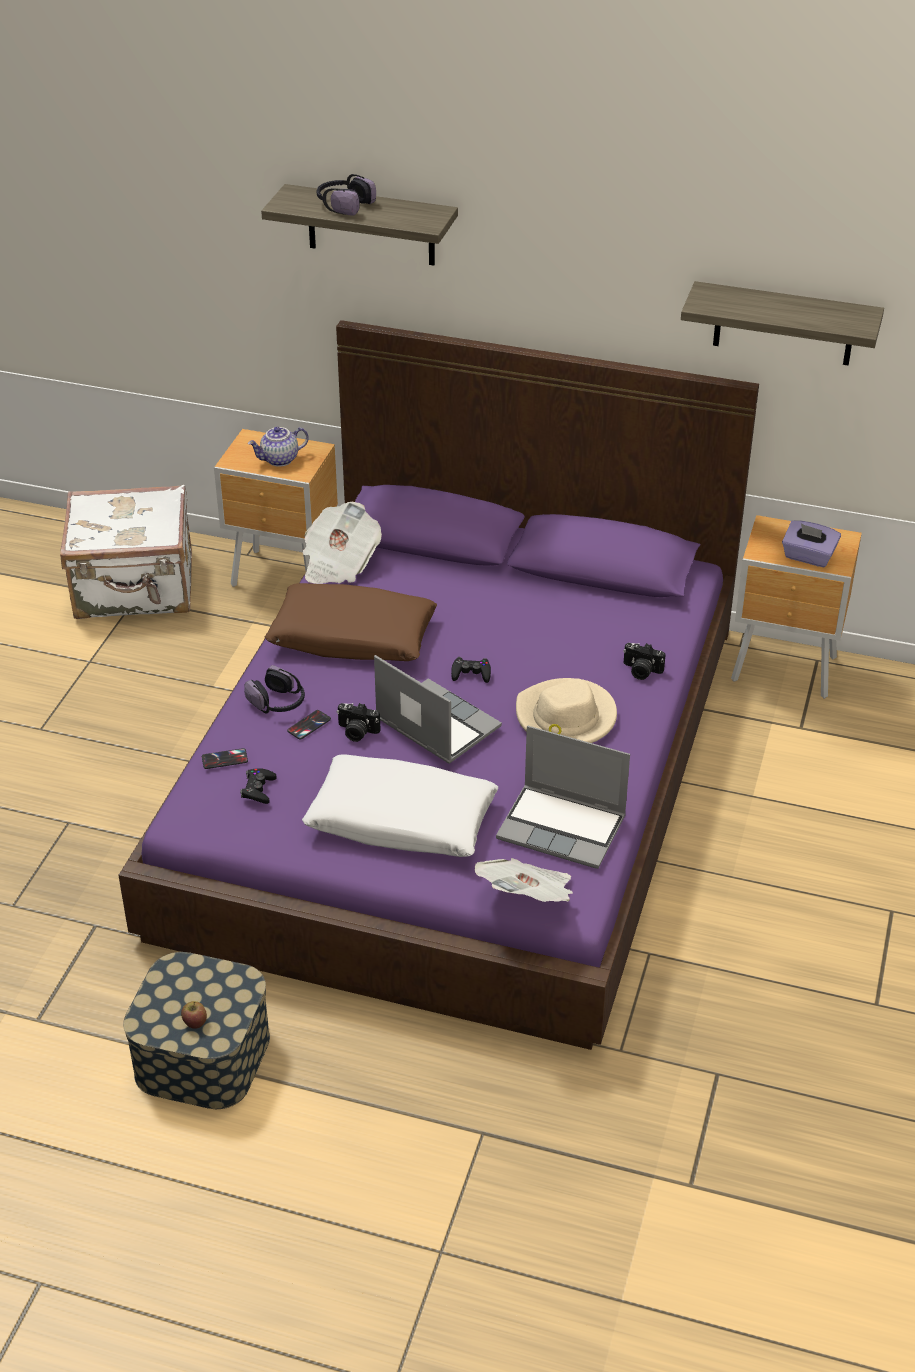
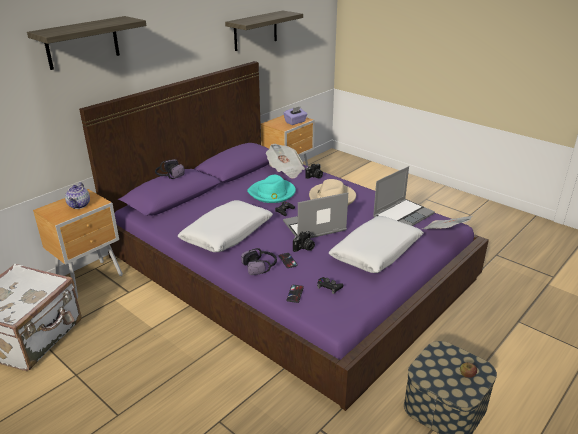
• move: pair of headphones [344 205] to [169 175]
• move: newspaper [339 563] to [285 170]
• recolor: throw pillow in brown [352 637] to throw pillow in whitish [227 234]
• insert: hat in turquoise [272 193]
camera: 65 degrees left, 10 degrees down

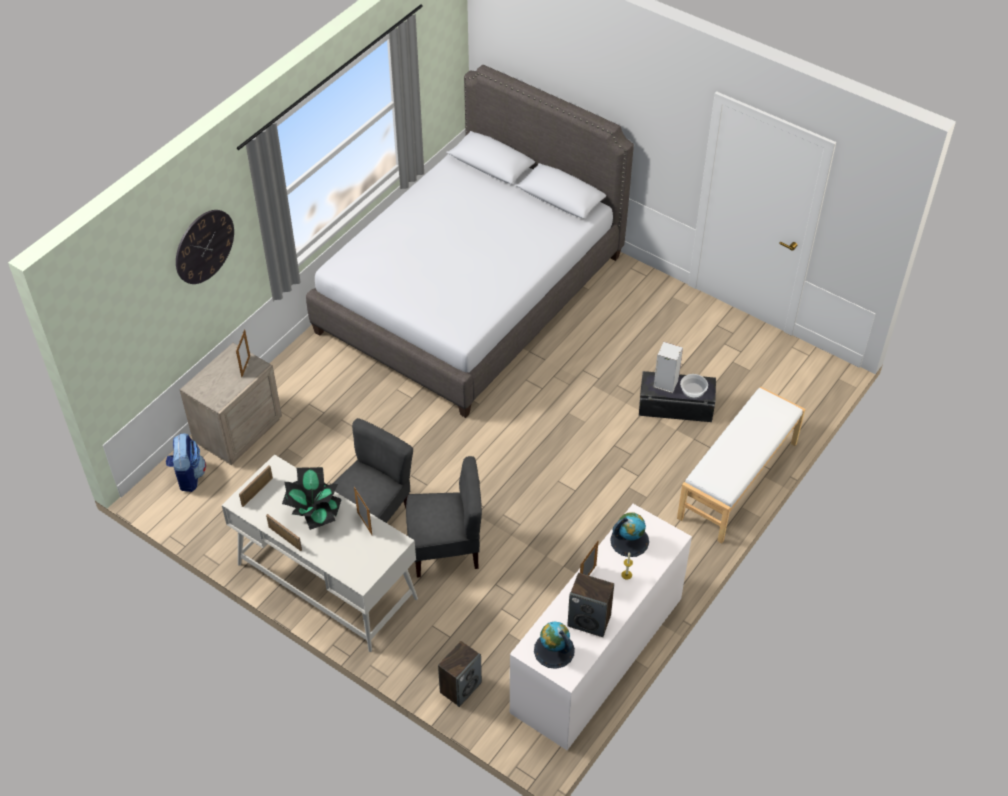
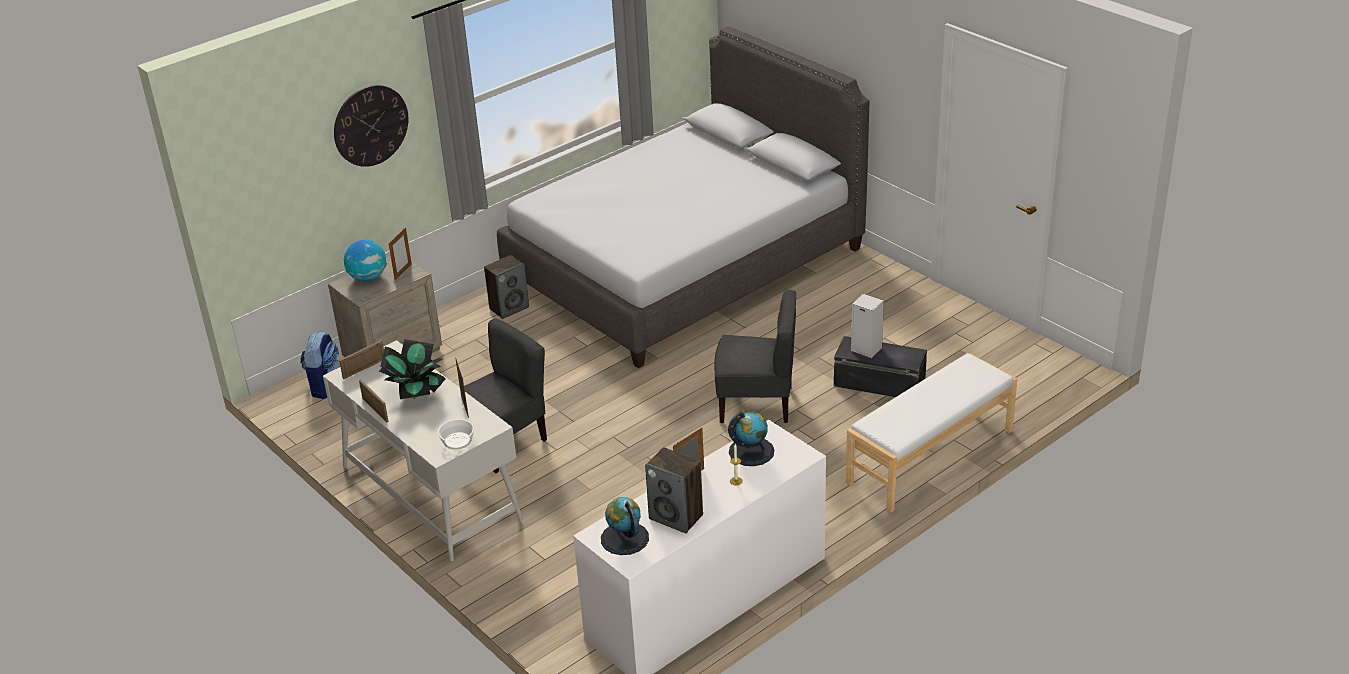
• move: bowl [693 390] to [457 440]
• move: chair in gray [445 549] to [756 404]
• move: audio speaker [460 687] to [509 308]
• insert: desk globe [368 278]
camera: 15 degrees right, 15 degrees down

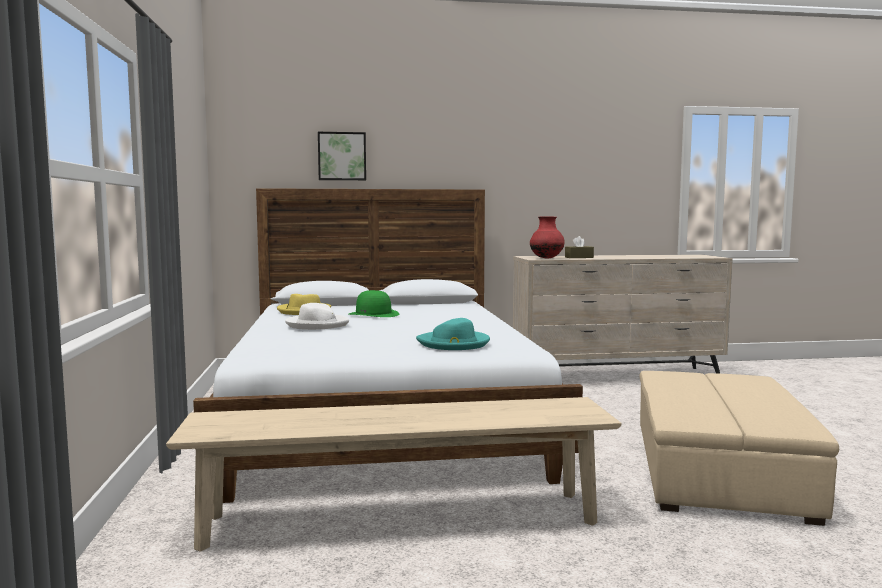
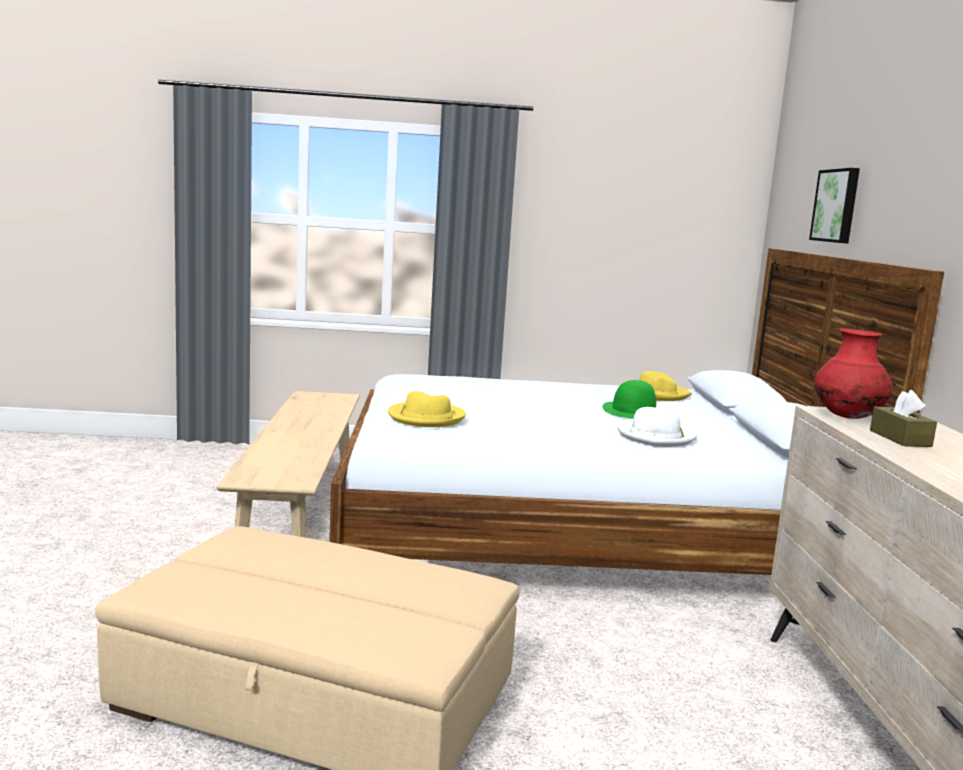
• move: hat in whitish [317 324] to [656 437]
• recolor: hat in turquoise [454 344] to hat in yellowish [426 418]
camera: 95 degrees right, 5 degrees up

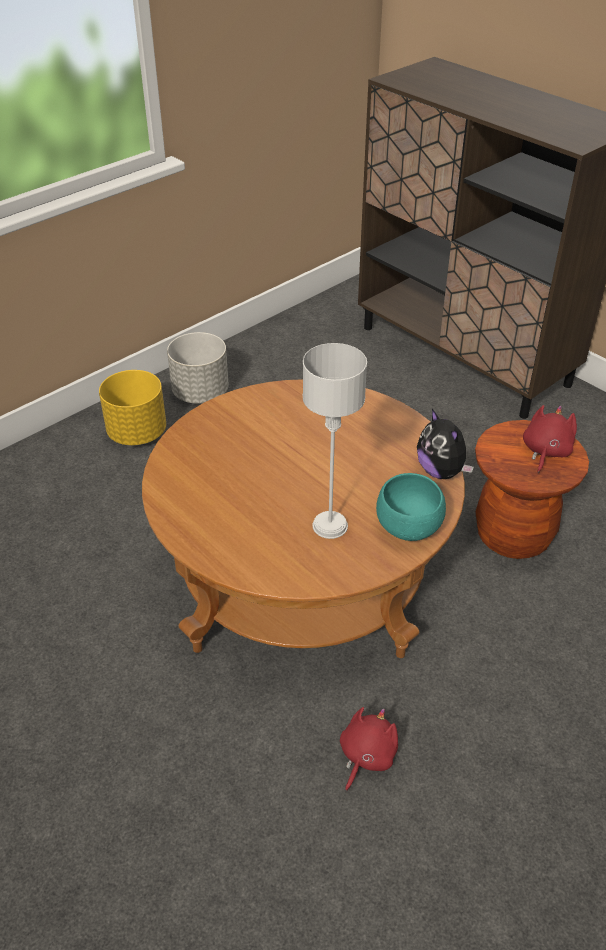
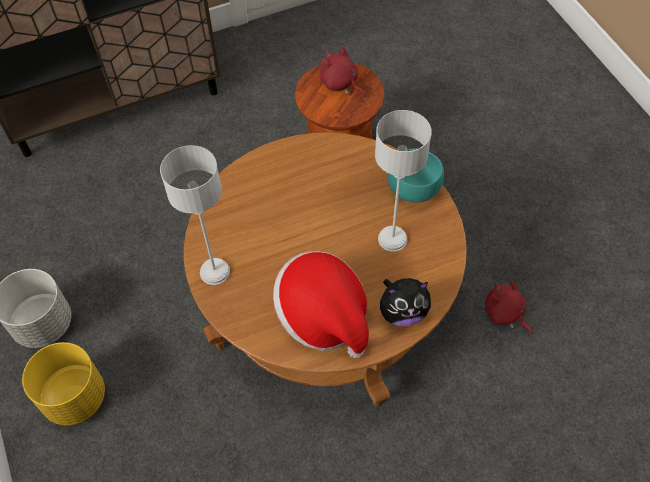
• move: cuddly toy [441 471] to [402 312]
• insert: table lamp in gray [214 272]
• insert: hat [323 316]
camera: 70 degrees left, 15 degrees up

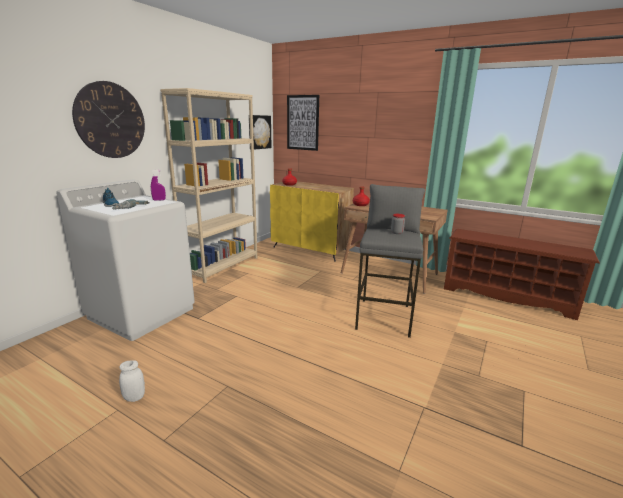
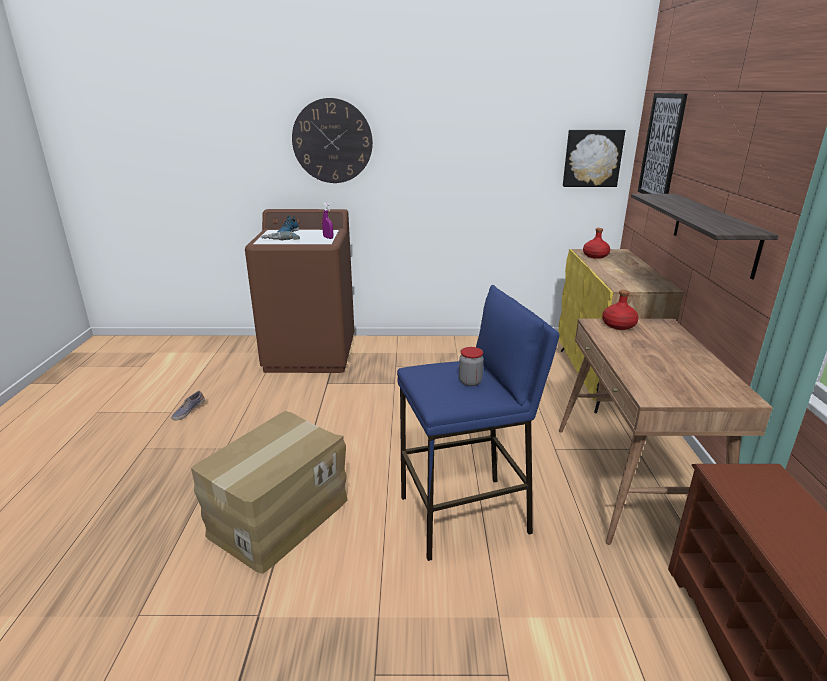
• delete: shelving unit in sand-coloured [222 266]
• recolor: laundry appliance in whitish [142 313] to laundry appliance in brown [311 354]
• recolor: stool seat in gray [384 317] to stool seat in blue-coloured [465 516]
• replace: preserve jar in whitish [134 397] to shoe [188 411]
• insert: bracket shelf [714 232]
• insert: carton [278 516]
camera: 60 degrees right, 5 degrees up

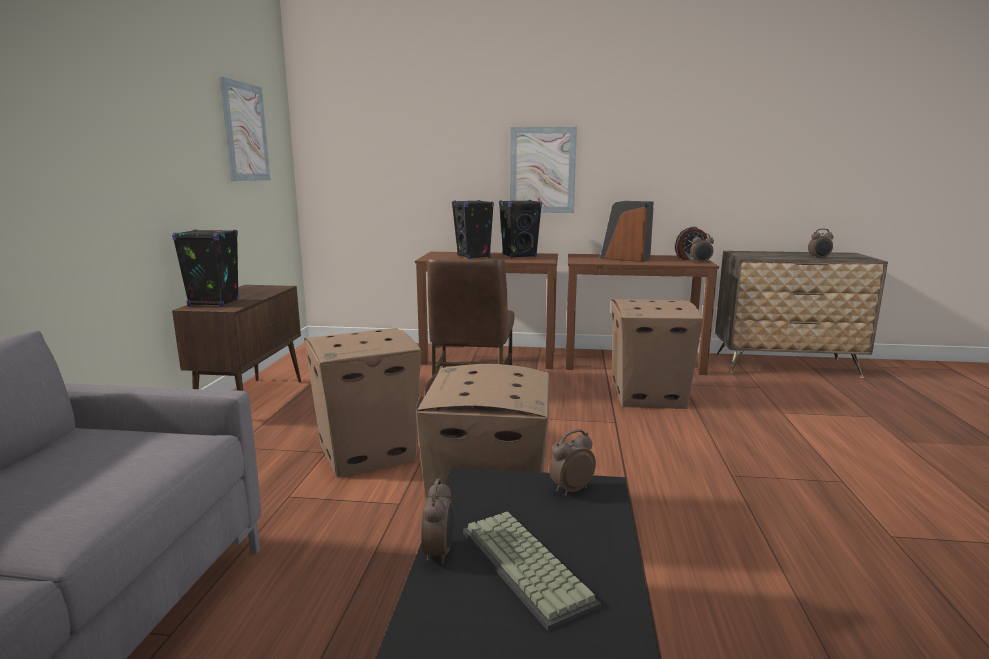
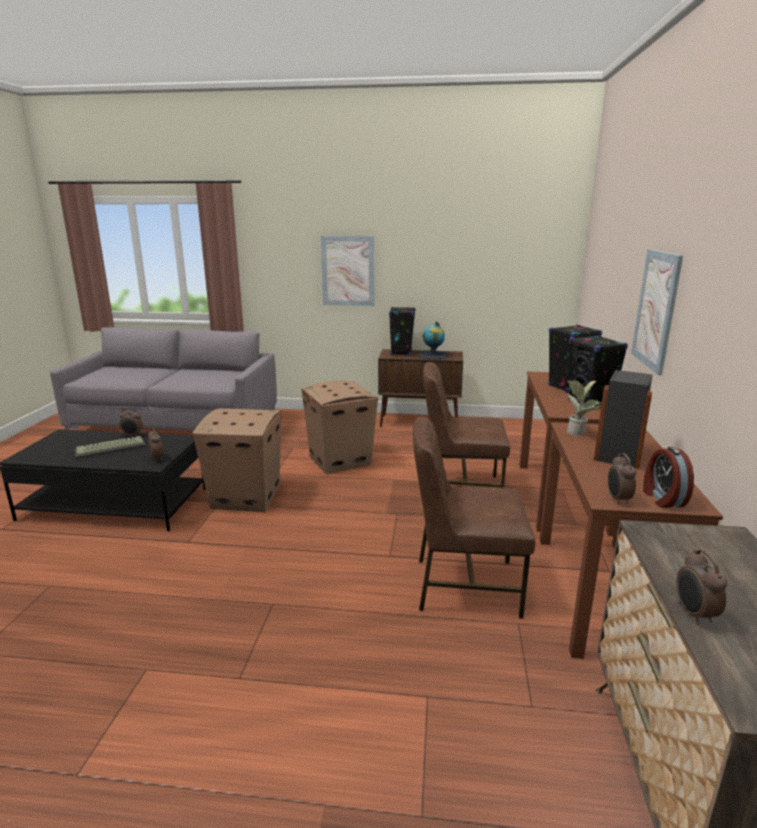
• move: wall art [245 132] to [348 271]
• replace: carton [646 396] to chair in brown [464 585]
• insert: desk globe [433 355]
• insert: plant in a pot [579 432]
camera: 90 degrees right, 5 degrees up

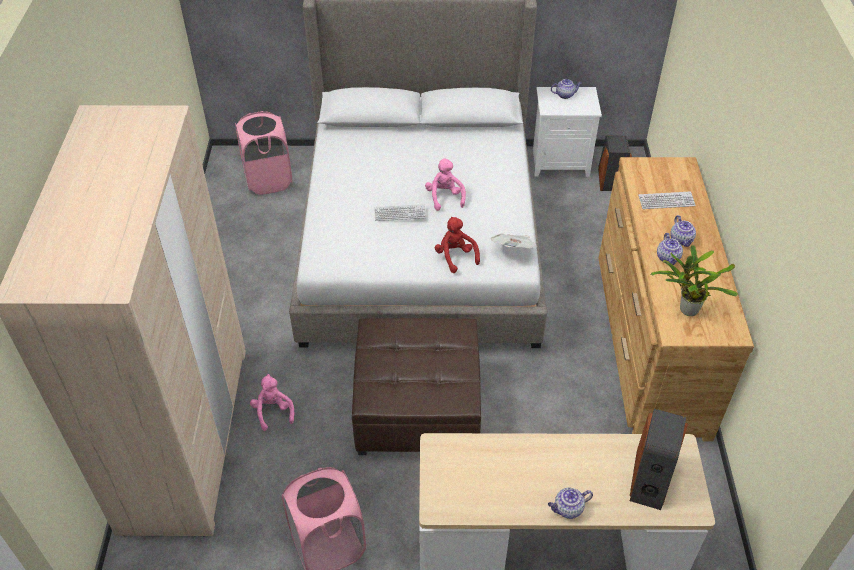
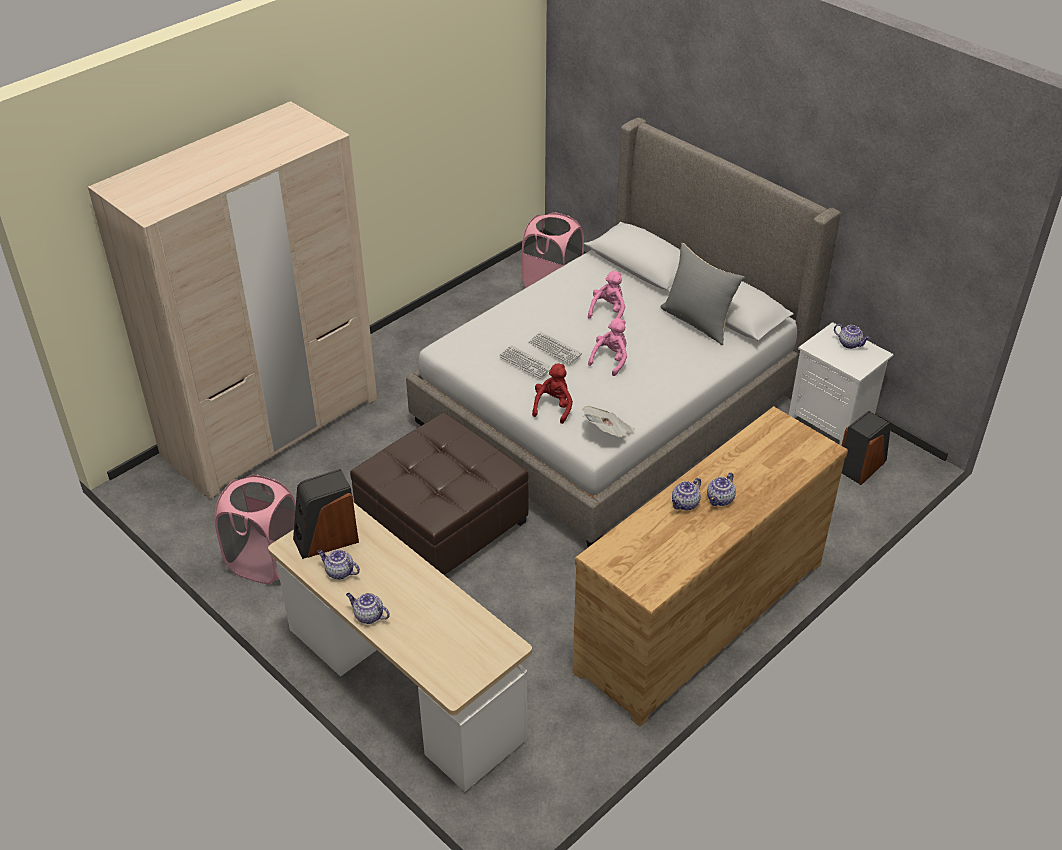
• move: PC keyboard [666 201] to [525 363]
• delete: plant in a pot [685 309]
• move: cuddly toy in pink-coloured [273 411] to [608 312]
• move: audio speaker [650 479] to [326 539]
• insert: throw pillow in gray [698 321]
• insert: teapot [339 572]
camera: 45 degrees right, 5 degrees down

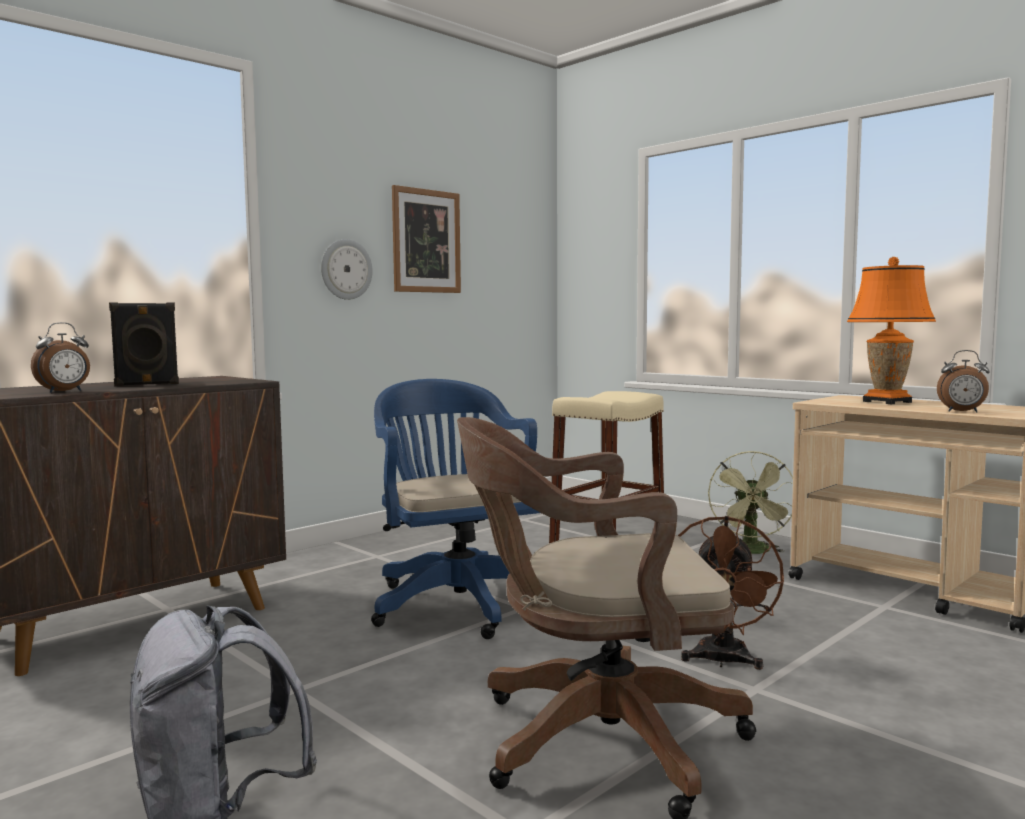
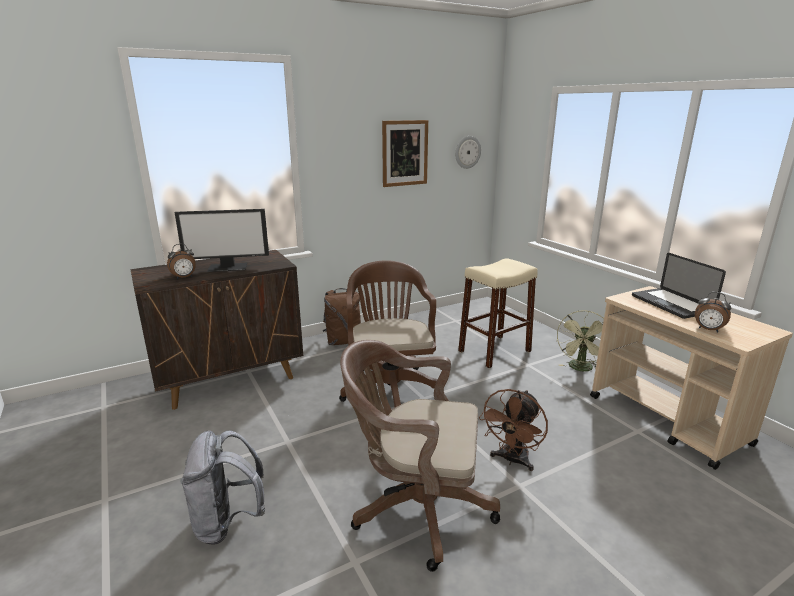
• move: wall clock [346 269] to [467 152]
• replace: table lamp in orange-coloured [887 402] to laptop [671 304]
• replace: audio speaker in black [147 384] to computer screen [228 267]
• recolor: desk chair in blue-coloured [456 601] to desk chair in brown [390 387]
• insert: knapsack in brown [343 341]
camera: 15 degrees right, 15 degrees up

